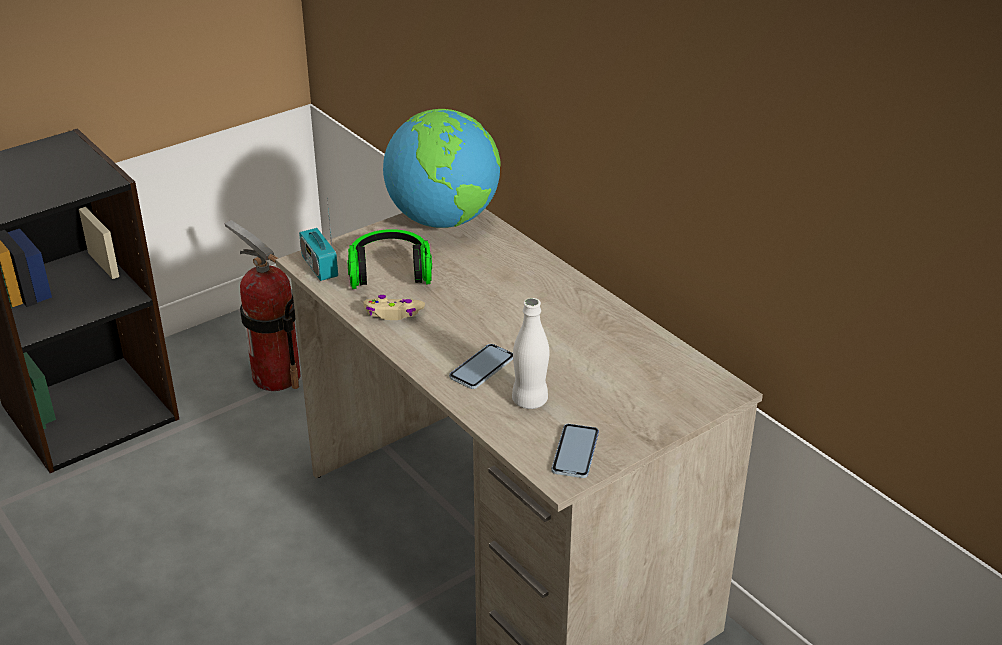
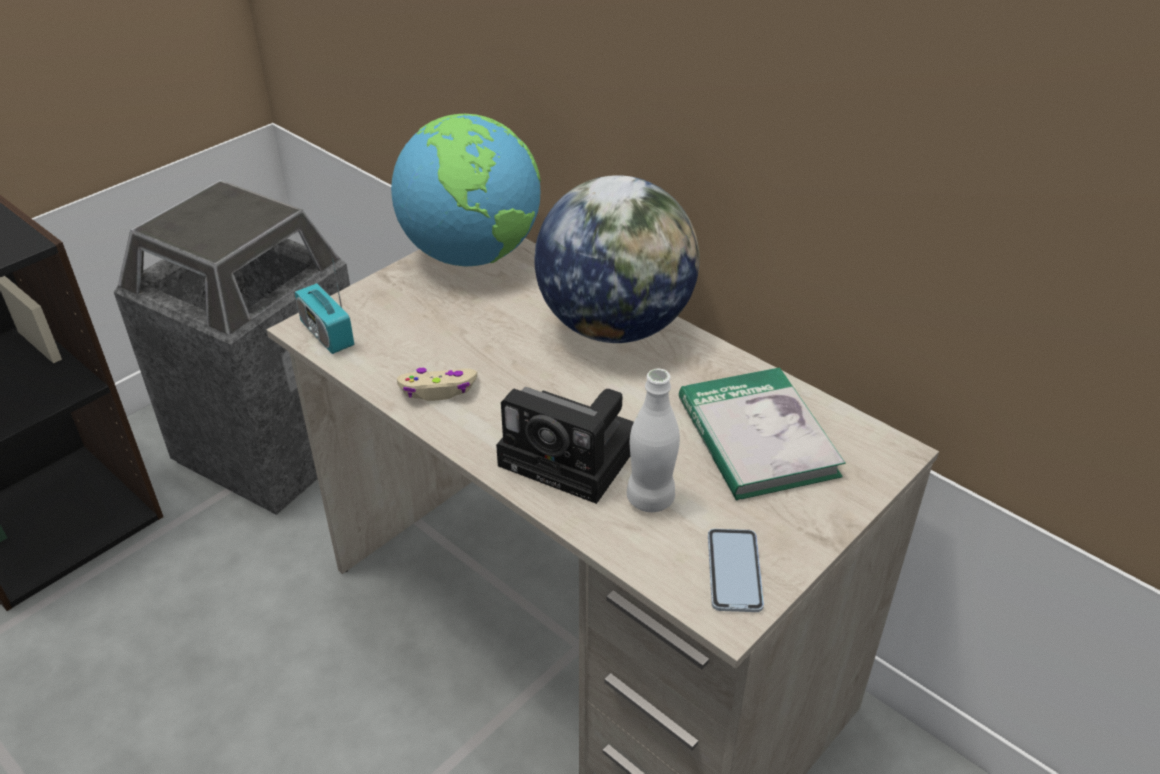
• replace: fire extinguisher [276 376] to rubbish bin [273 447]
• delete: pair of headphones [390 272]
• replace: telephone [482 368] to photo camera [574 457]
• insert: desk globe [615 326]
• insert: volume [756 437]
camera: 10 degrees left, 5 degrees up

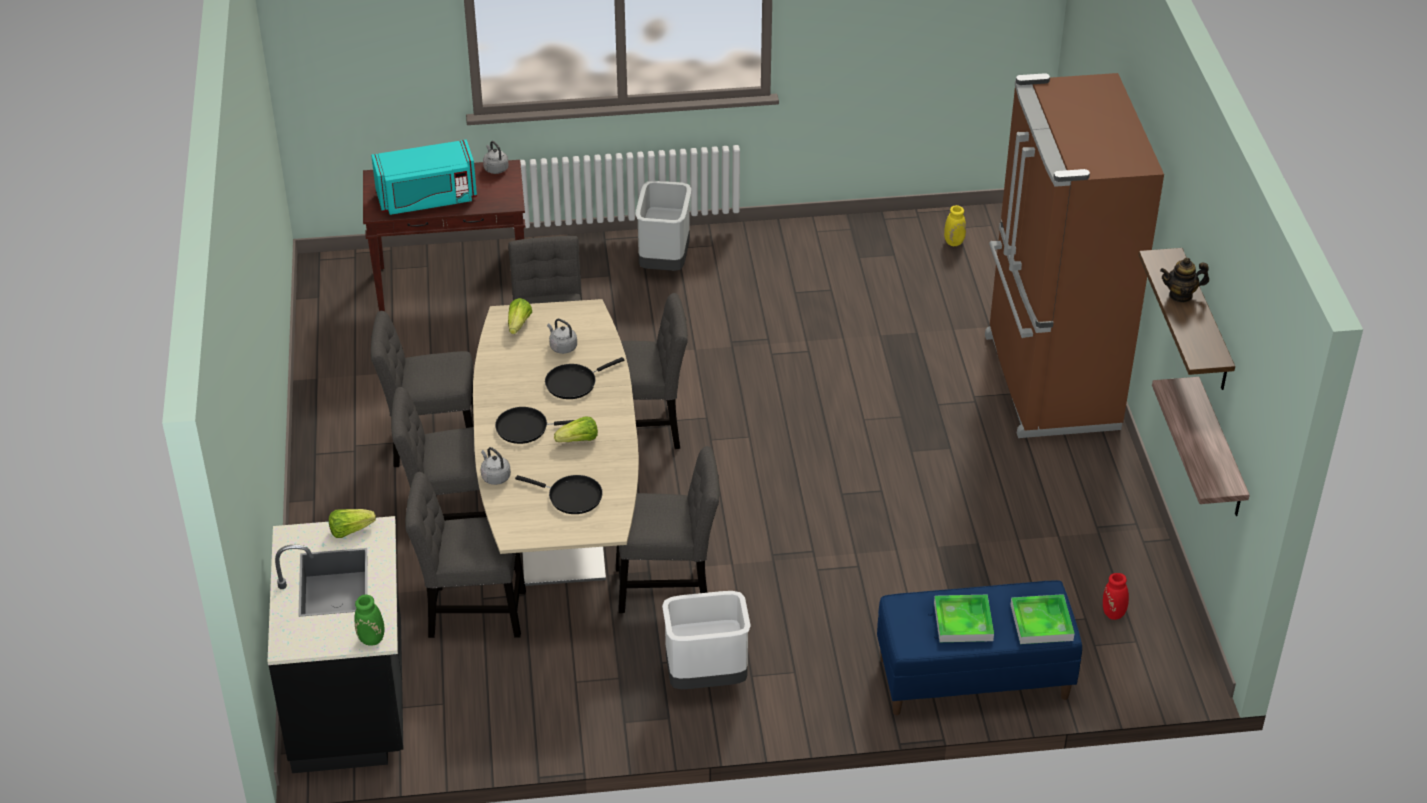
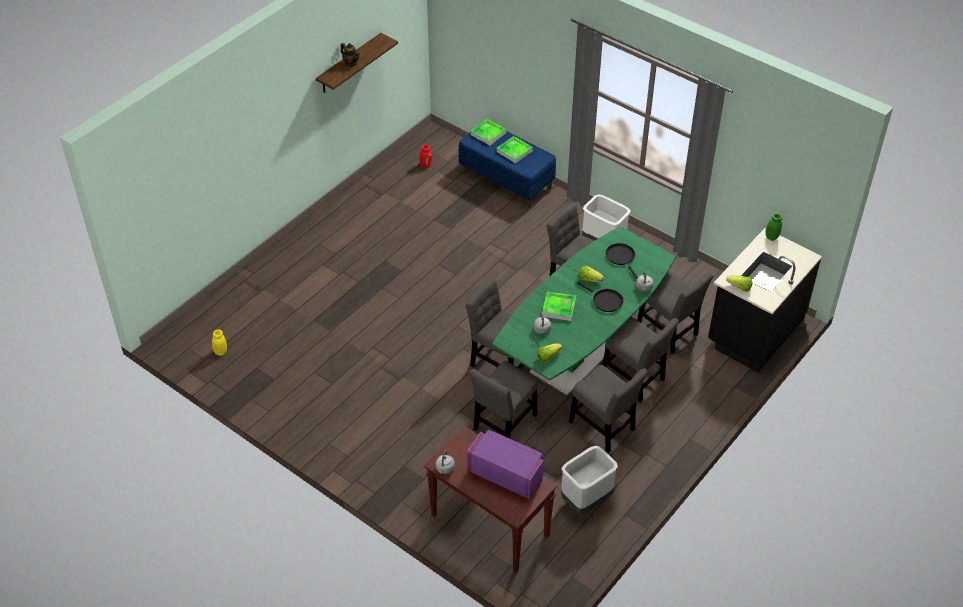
• delete: kitchen fridge in brown [1048 383]
• recolor: microwave oven in turquoise [427 198] to microwave oven in purplish [506 474]
• move: rubbish bin in gray [663 262] to [586 501]
• recolor: kitchen table in sand-coloured [560 512] to kitchen table in green-coloured [582 350]
• replace: frying pan in black [574 383] to tray [558 308]
• delete: bracket shelf [1220 450]
camera: 135 degrees left, 5 degrees up

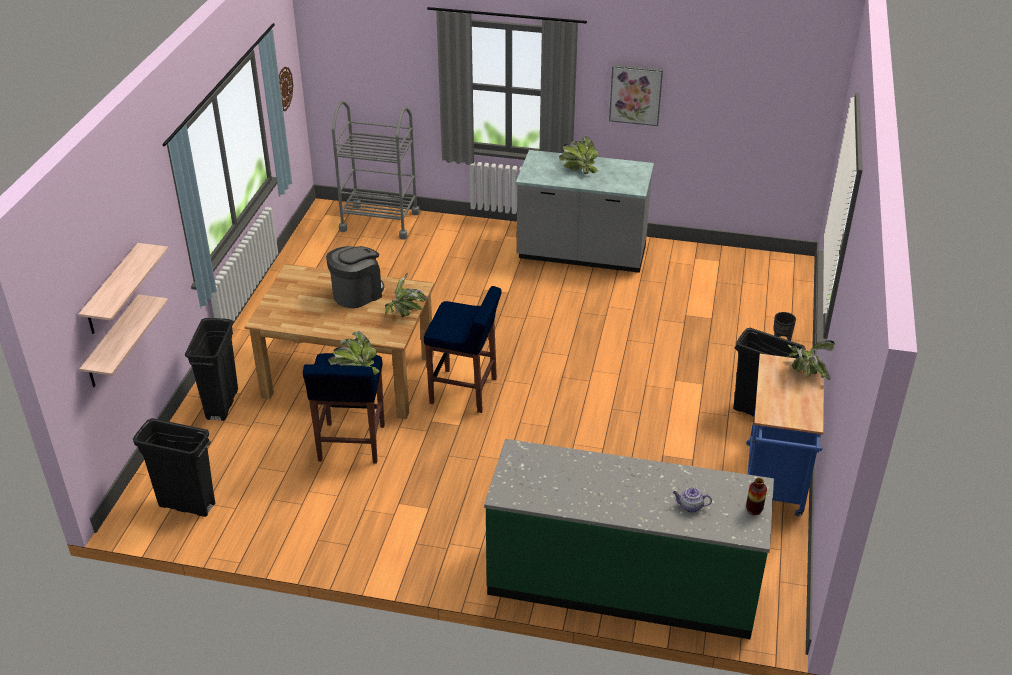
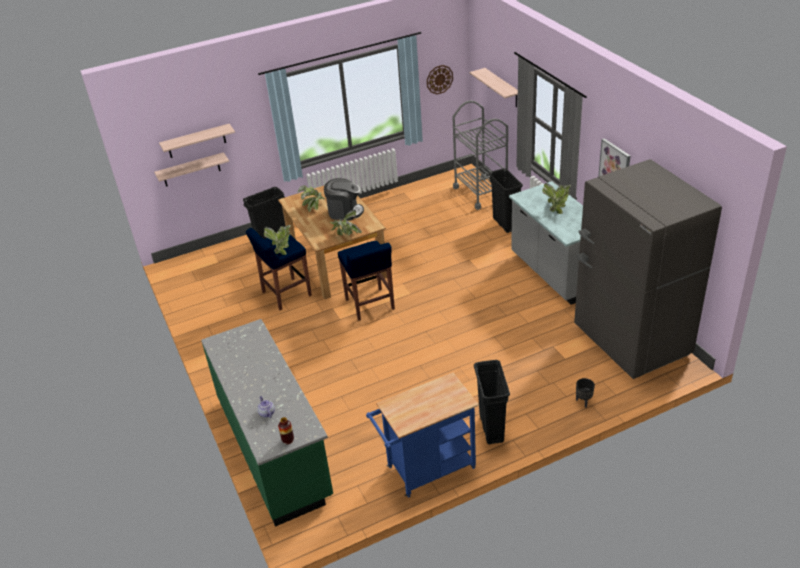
• move: plant in a pot [805 373] to [313 207]
• move: rubbish bin in black [186 505] to [504 224]
• insert: bracket shelf [502 88]
• insert: kitchen fridge in gray [631 341]
camera: 55 degrees right, 0 degrees up

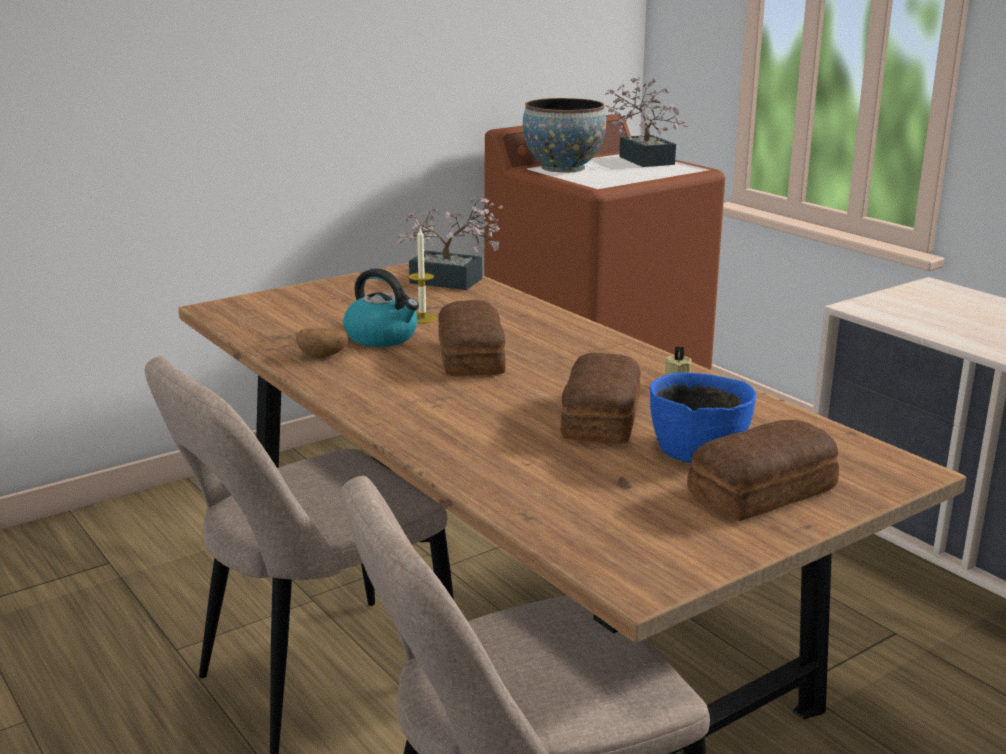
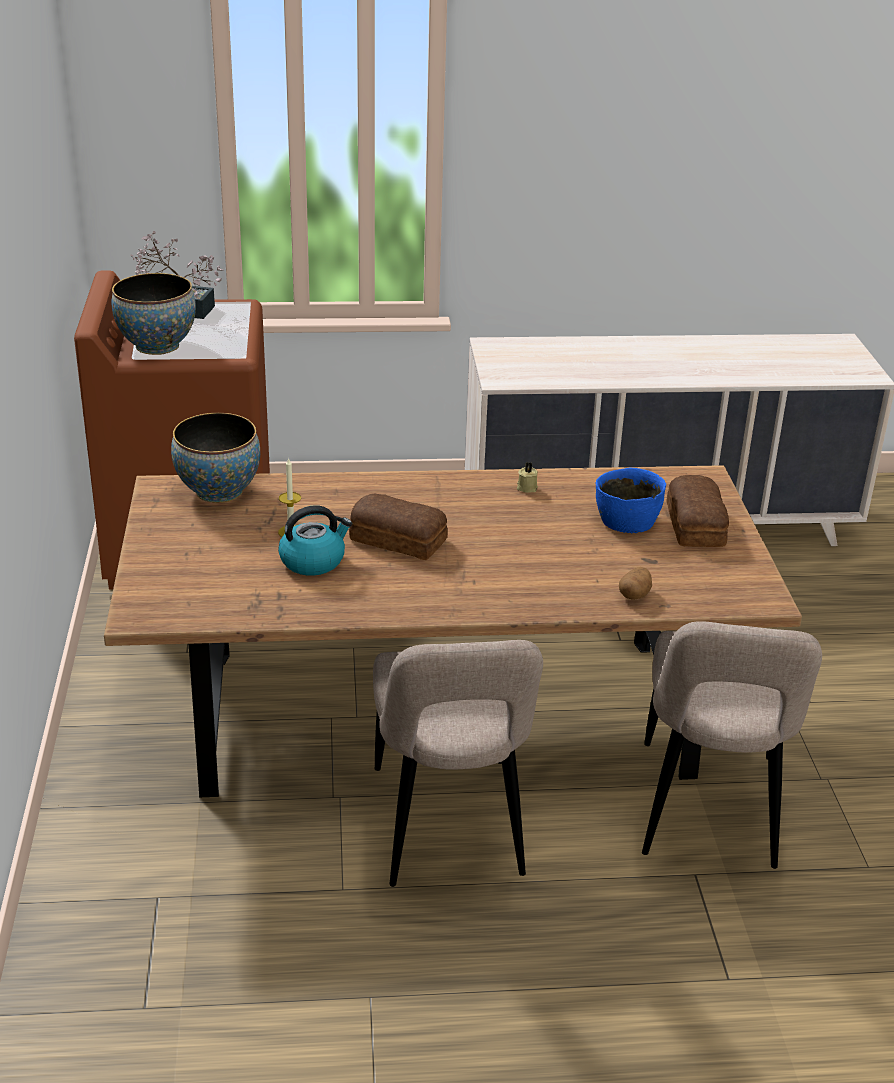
• replace: plant in a pot [453 282] to bowl [219 491]
• move: potato [323 356] to [634 594]
• delete: baked bread [598 418]
camera: 60 degrees left, 10 degrees up

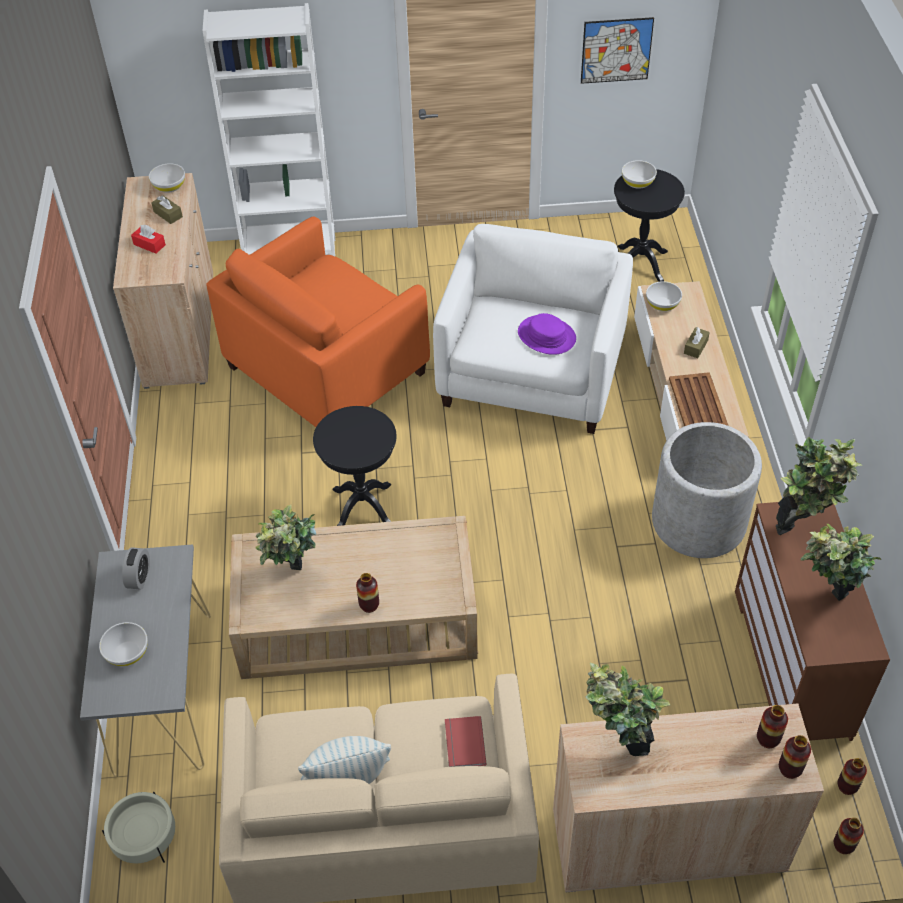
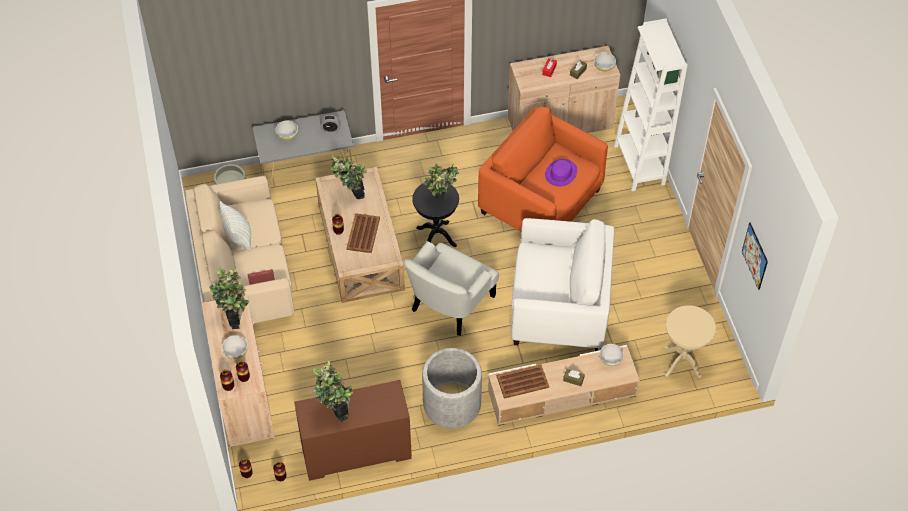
• move: bowl in whitish [637 182] to [236 351]
• recolor: accent table in black [640 264] to accent table in sand-coloured [682 362]
• move: hat in purplish [546 336] to [561 173]
• move: plant in a pot [802 526] to [441 203]
• insert: tray in brown [363 234]
• insert: lounge chair in whitish [450 303]
camera: 80 degrees right, 5 degrees up

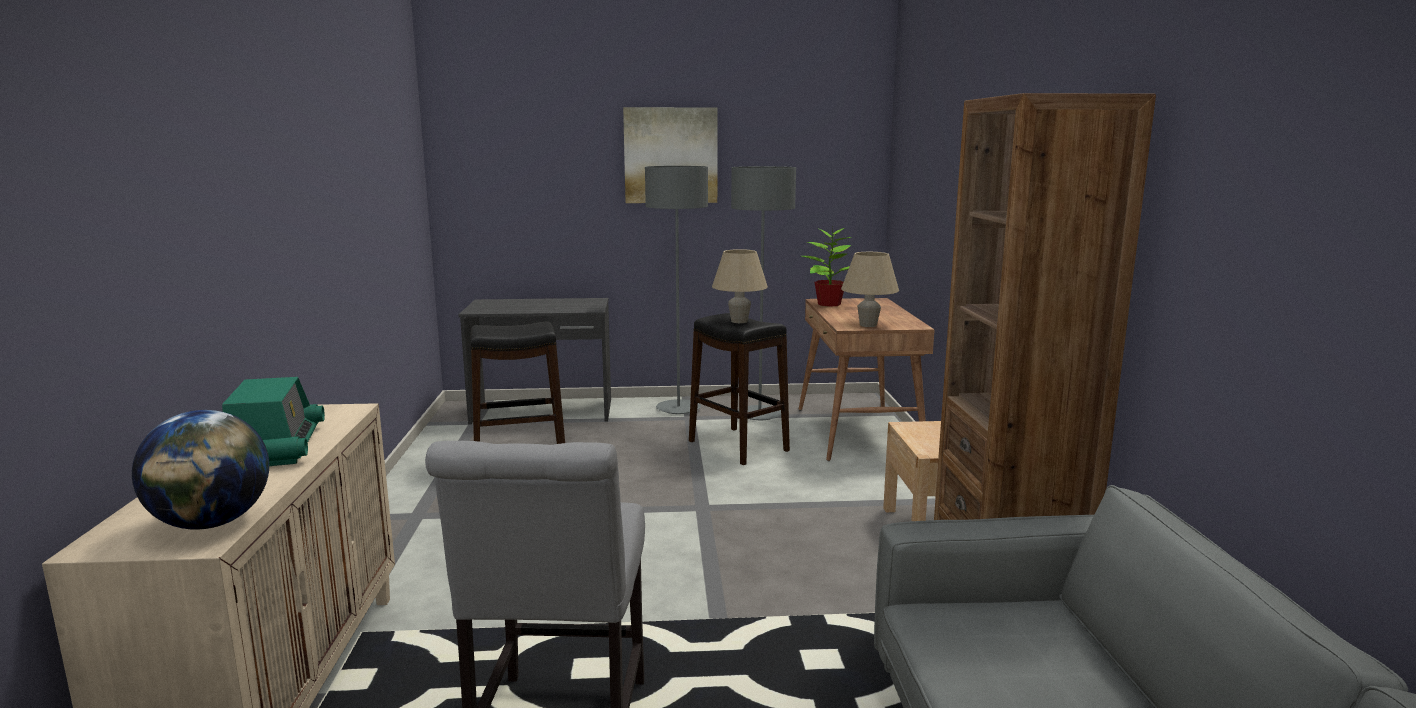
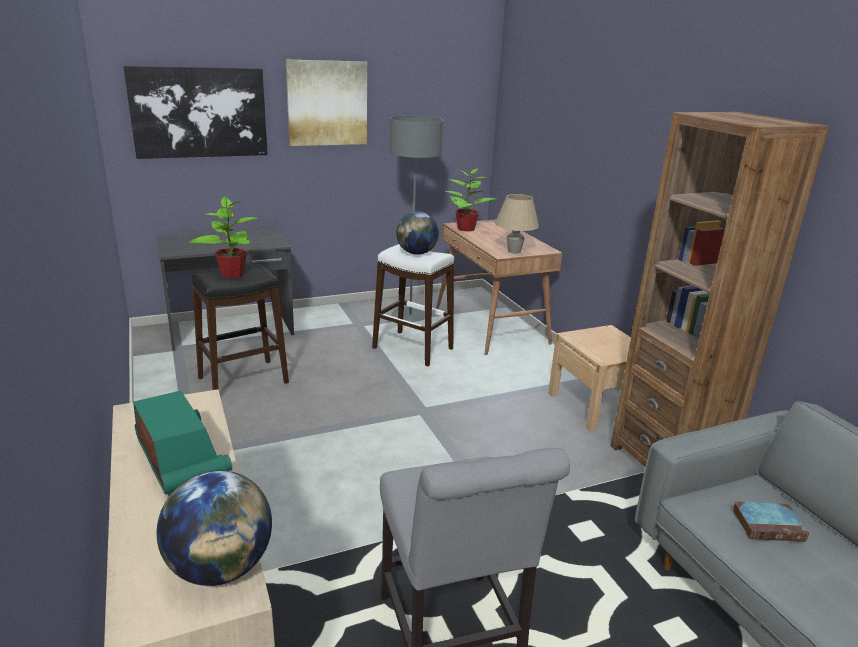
• delete: standing lamp in gray [678 409]
• replace: table lamp in sand-coloured [739 321] to desk globe [416 253]
• recolor: stool seat in black [737 446] to stool seat in whitish [412 348]
• insert: wall art [199 112]
• insert: plant in a pot [232 274]
• insert: volume [768 525]
camera: 20 degrees left, 10 degrees up

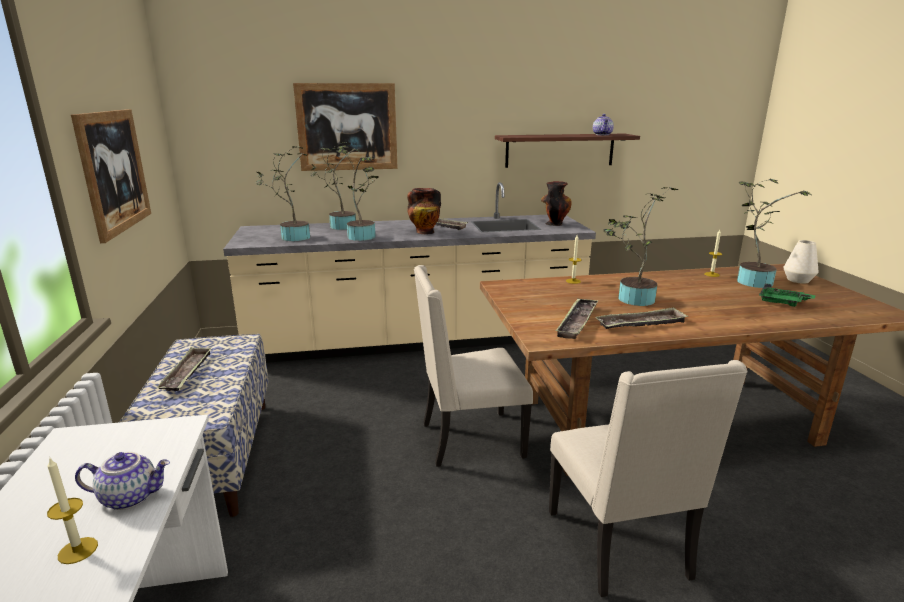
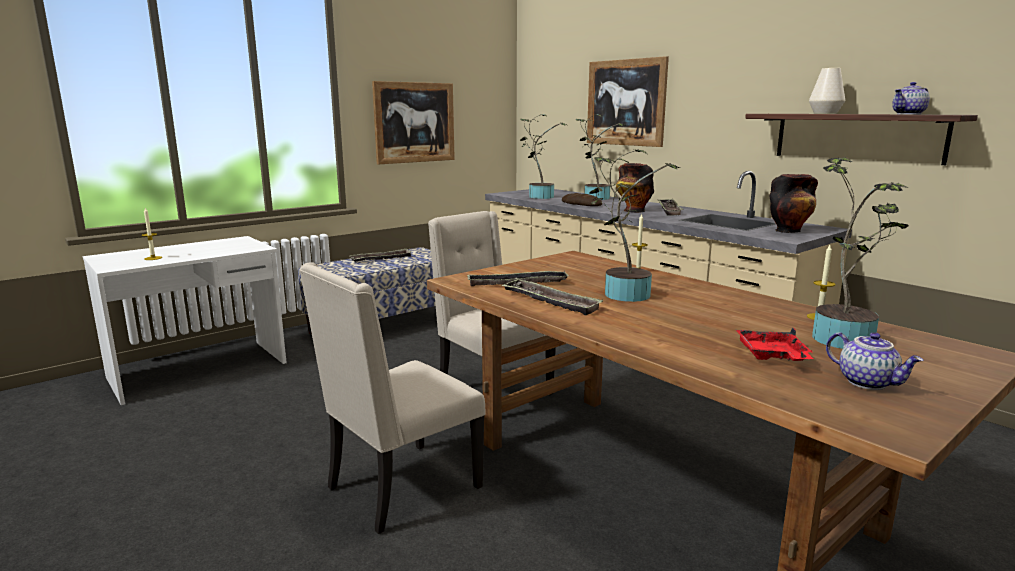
• replace: plant in a pot [363 236] to baked bread [581 204]
• move: flower vase in whitish [798 280] to [825 113]
• recolor: tray in green-coloured [782 302] to tray in red [772 356]
• move: teapot [131 497] to [868 382]
camera: 60 degrees right, 5 degrees down

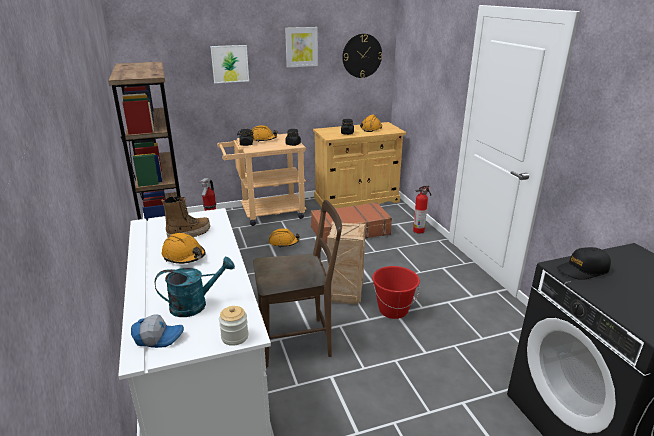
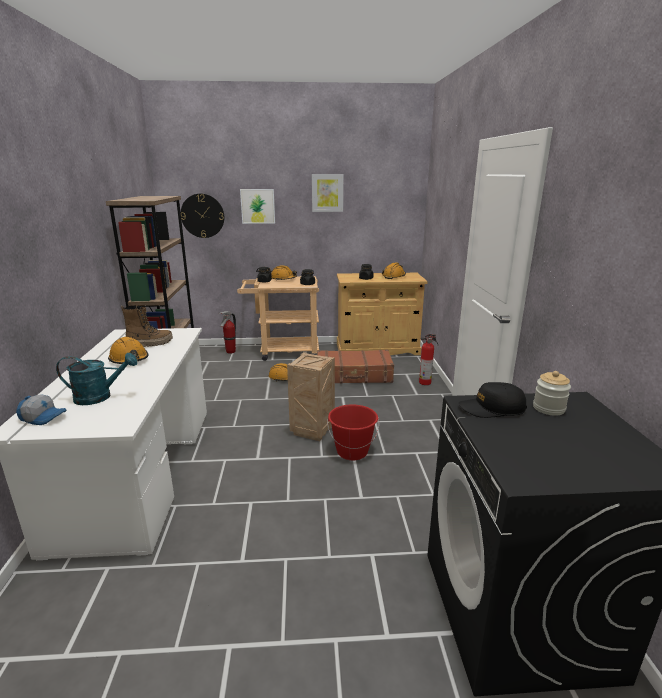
• move: wall clock [362 56] to [202 215]
• delete: chair in brown [299 341]
• move: preserve jar [235 337] to [548 408]
camera: 15 degrees right, 5 degrees down

